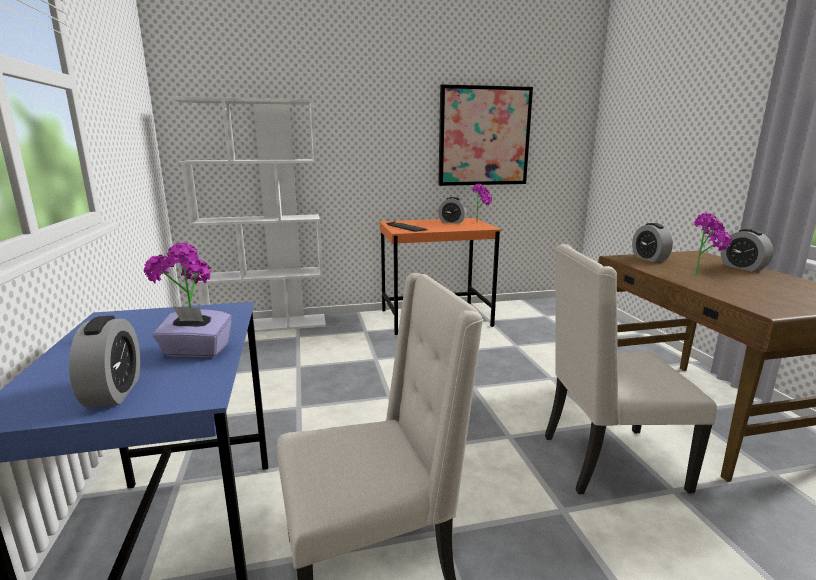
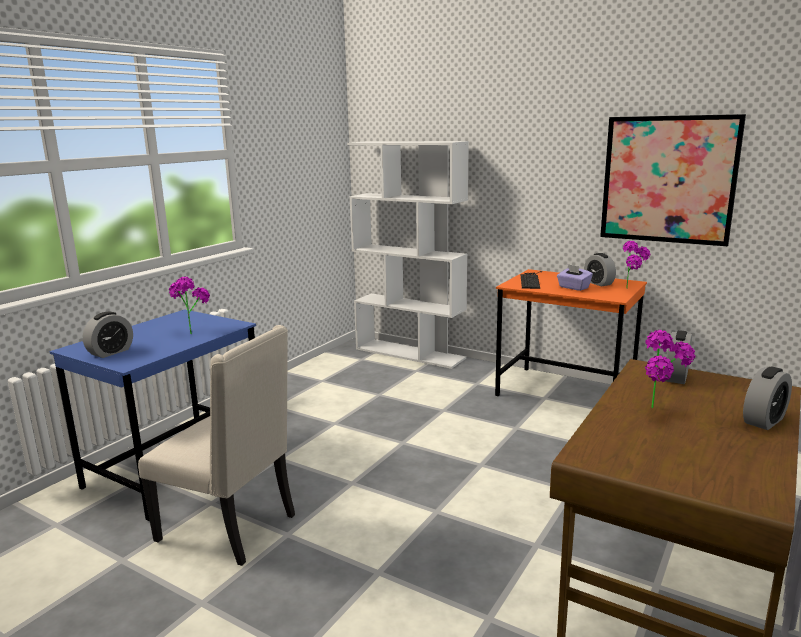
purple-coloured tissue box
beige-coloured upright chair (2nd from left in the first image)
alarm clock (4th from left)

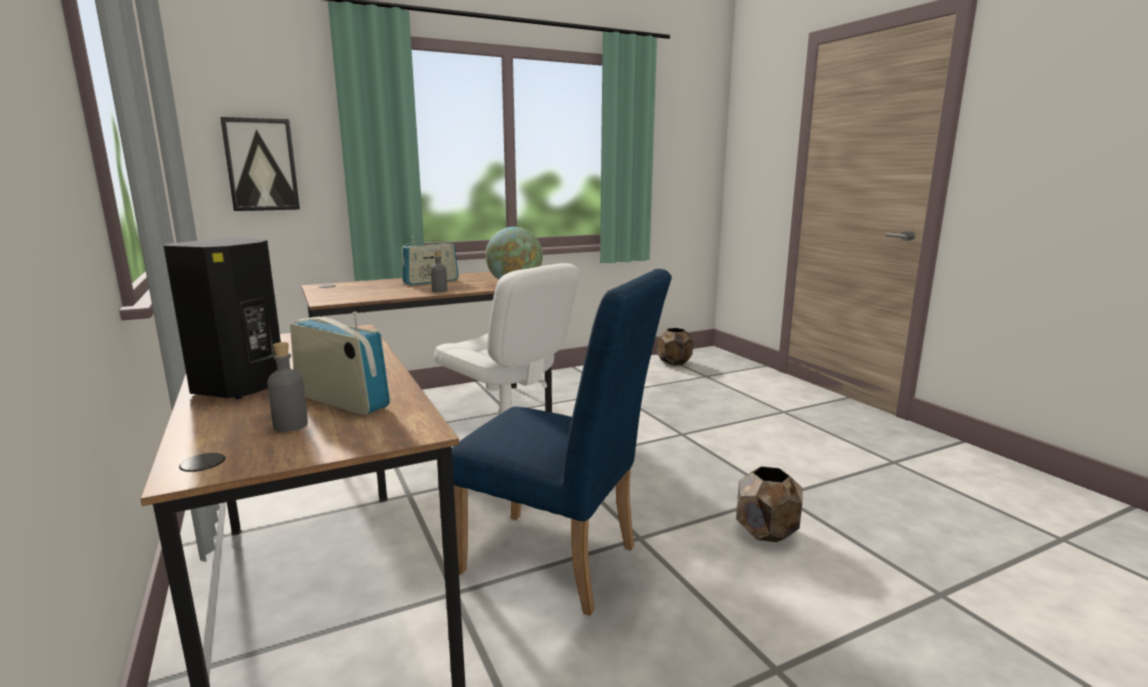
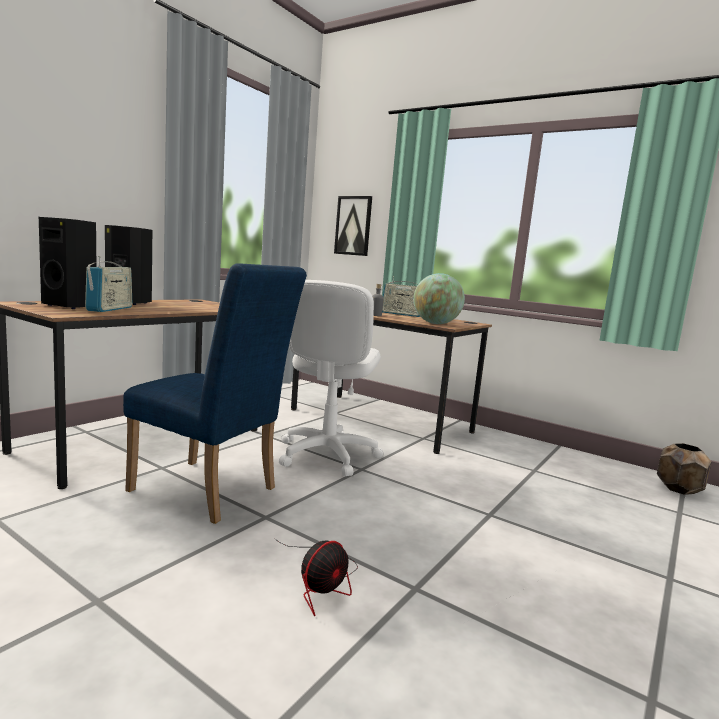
black speaker (1st from left)
blue upright chair
cooling fan

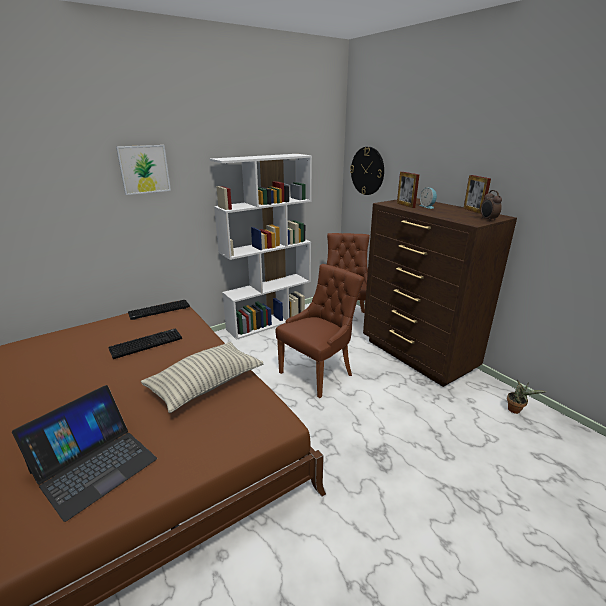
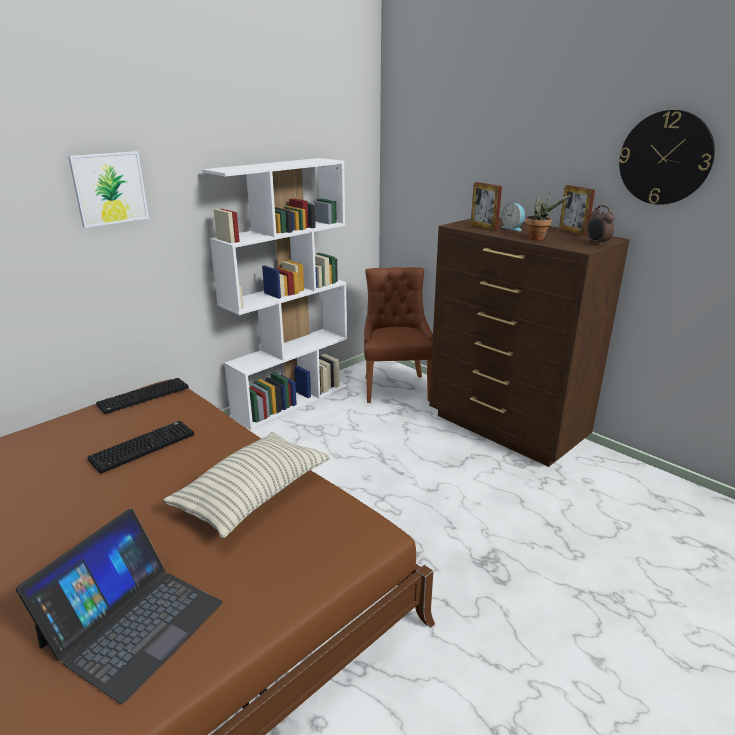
brown-coloured upright chair (1st from left in the first image)
hanging clock
houseplant

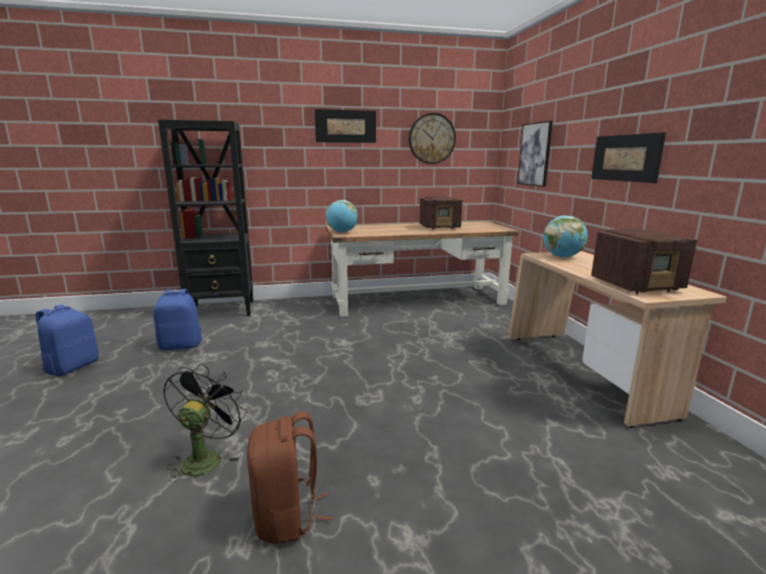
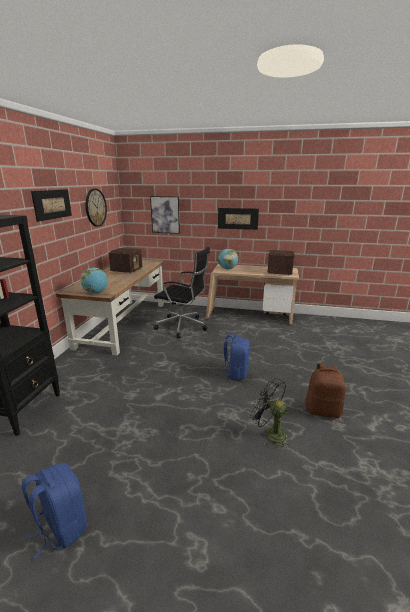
blue rucksack (2nd from left)
black desk chair

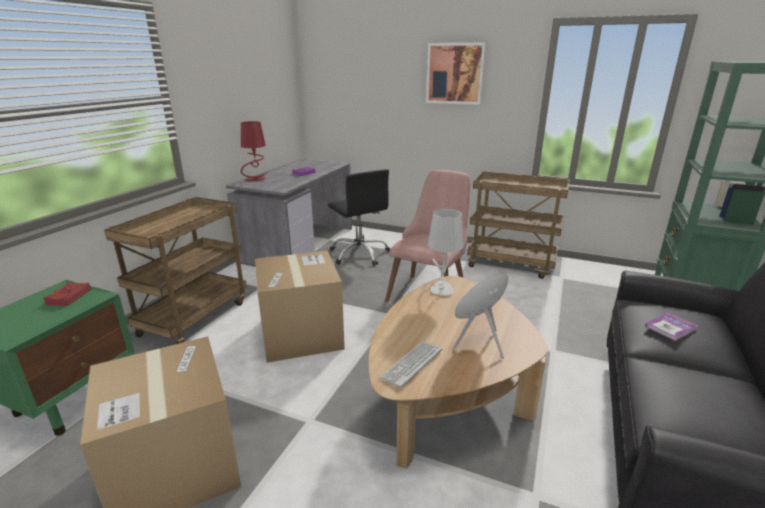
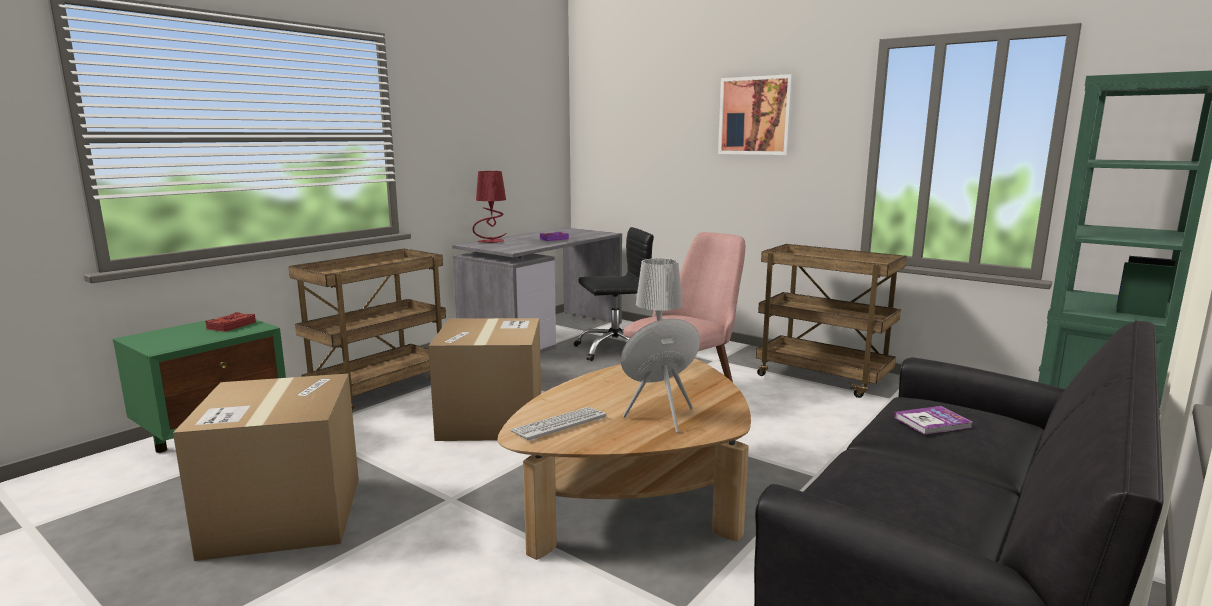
black desk chair

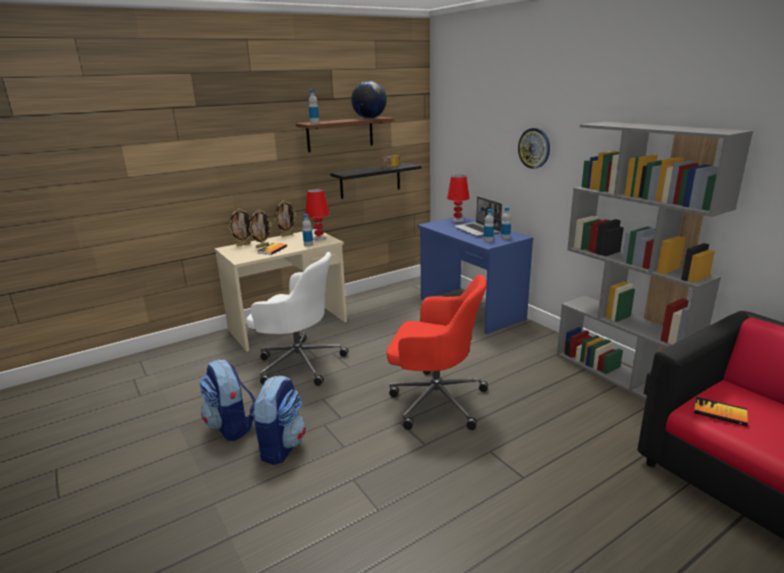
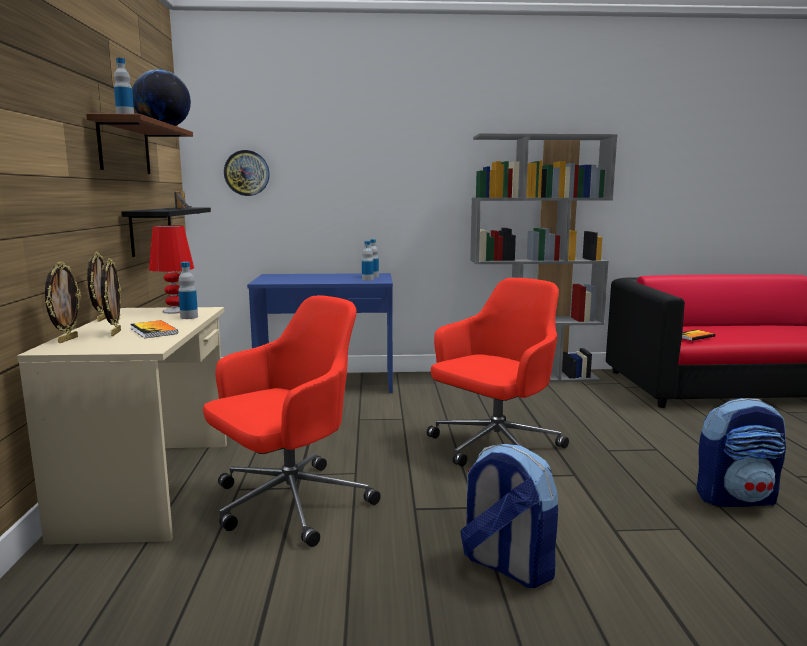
rucksack (2nd from left)
red-coloured desk chair (1st from left)
red-coloured lamp for a table (2nd from left in the first image)
portable computer
hanging clock

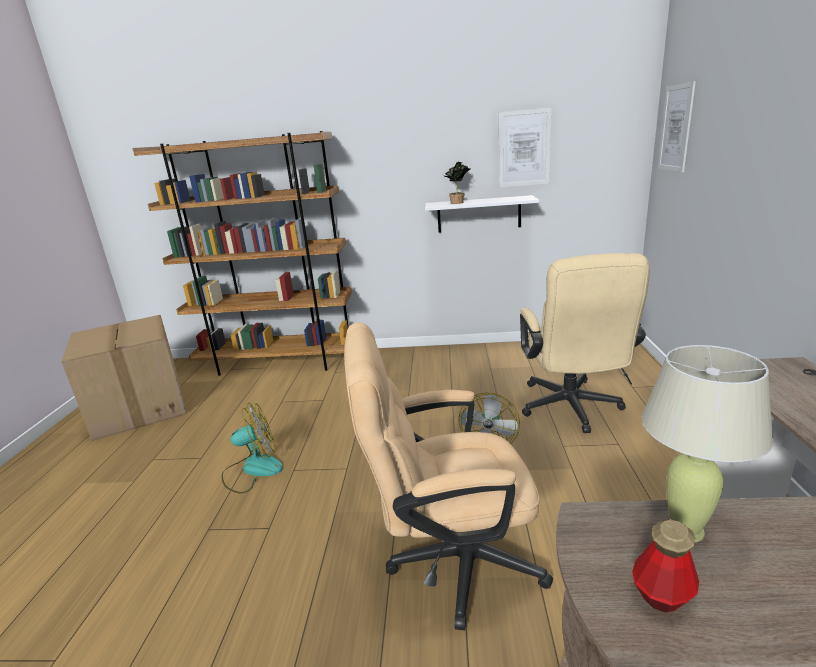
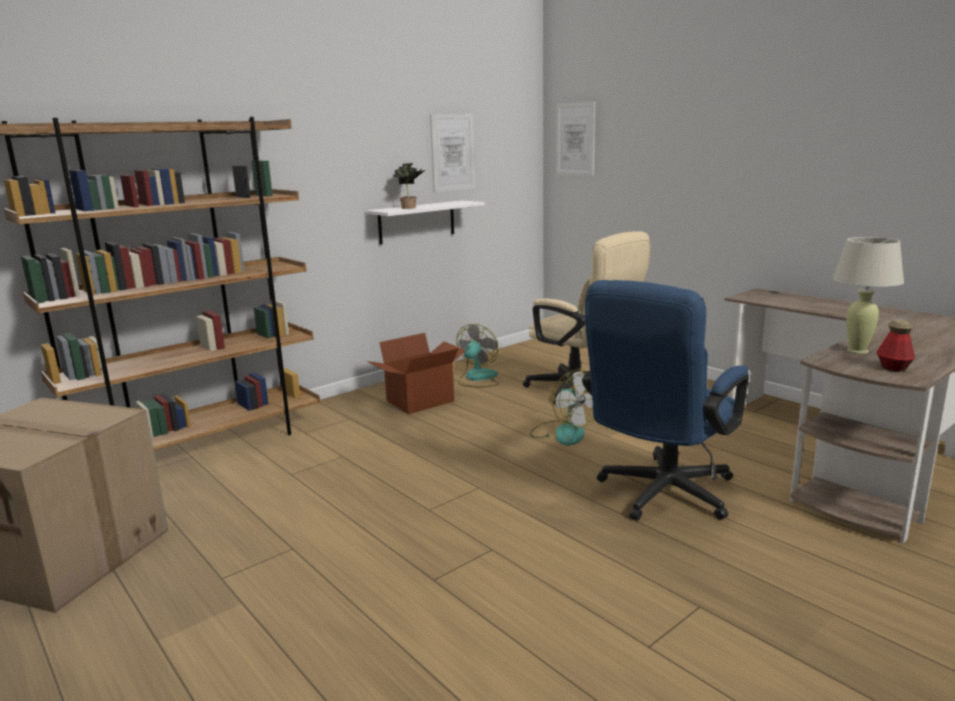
cooling fan (1st from left)
blue desk chair
cardboard box (2nd from left)

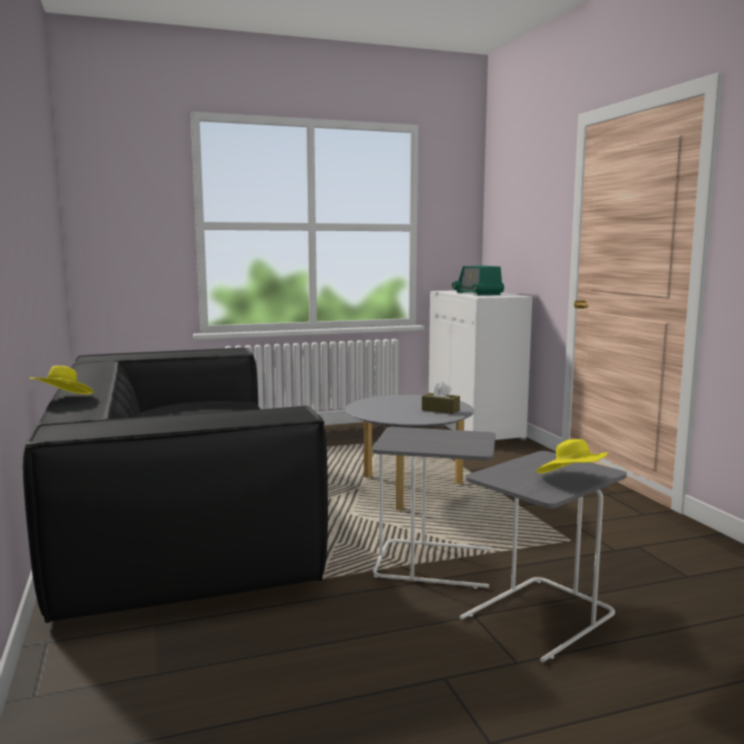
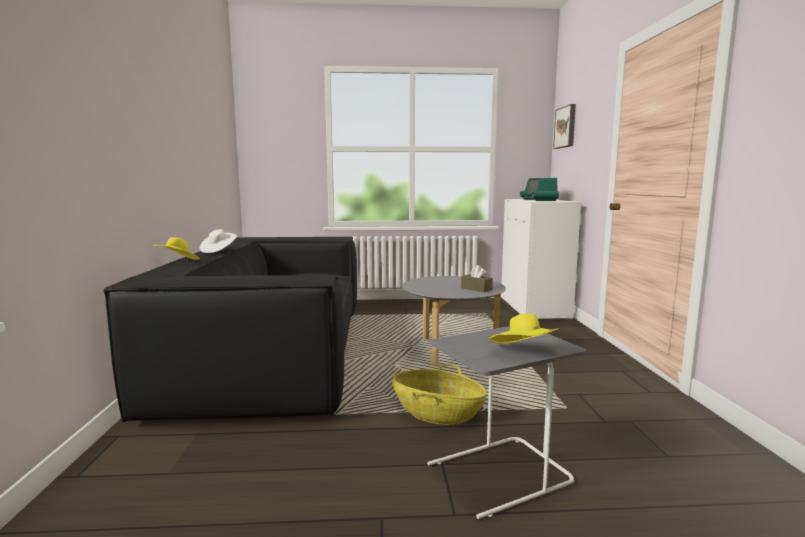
household basket
whitish hat
wall picture

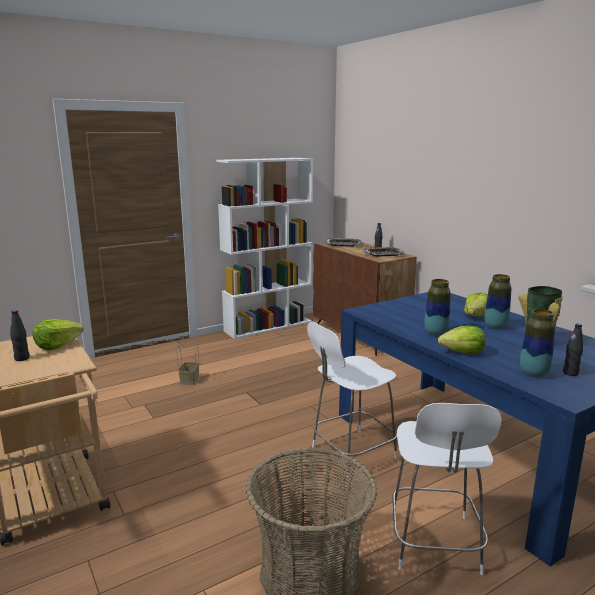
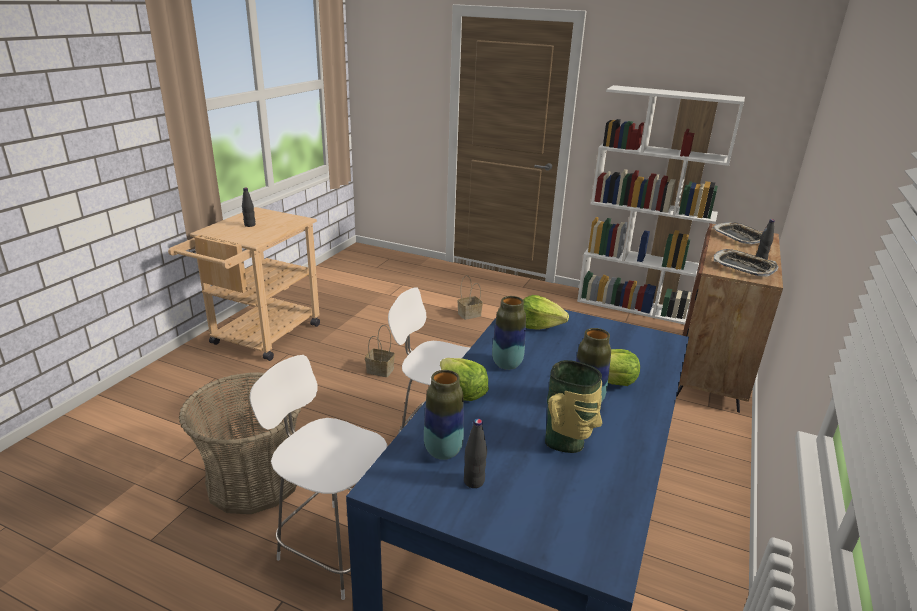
head of lettuce (2nd from left)
whitish upright chair (1st from left)
household basket (2nd from left)

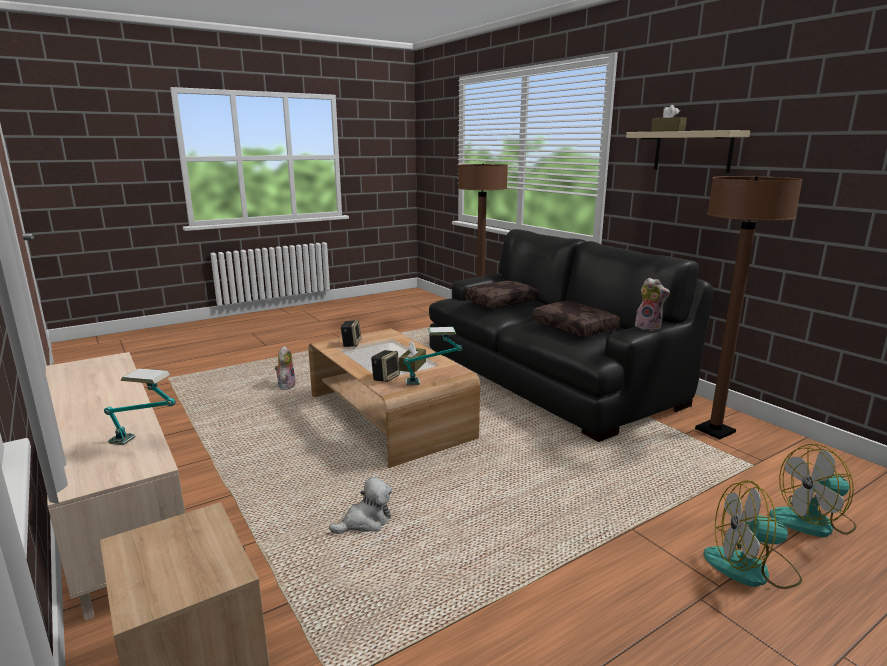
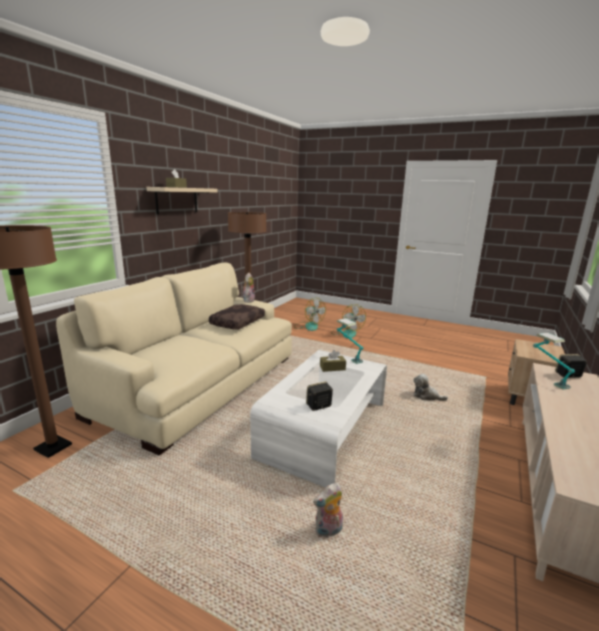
whitish low table
speaker (2nd from left)
beige-coloured settee
brown-coloured throw pillow (1st from left in the first image)

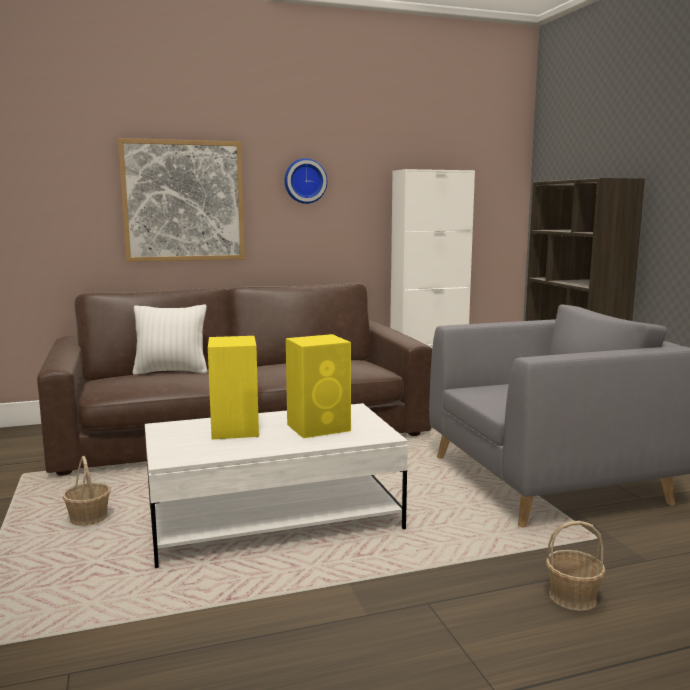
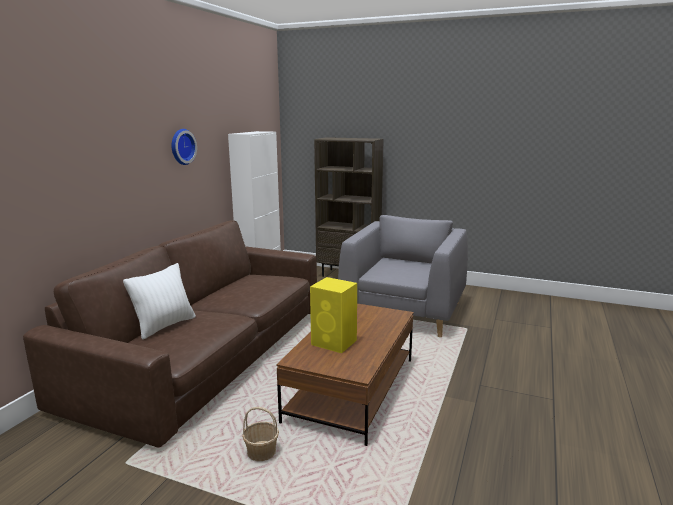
wall picture
brown-coloured low table
yellowish speaker (2nd from left in the first image)
household basket (2nd from left in the first image)

